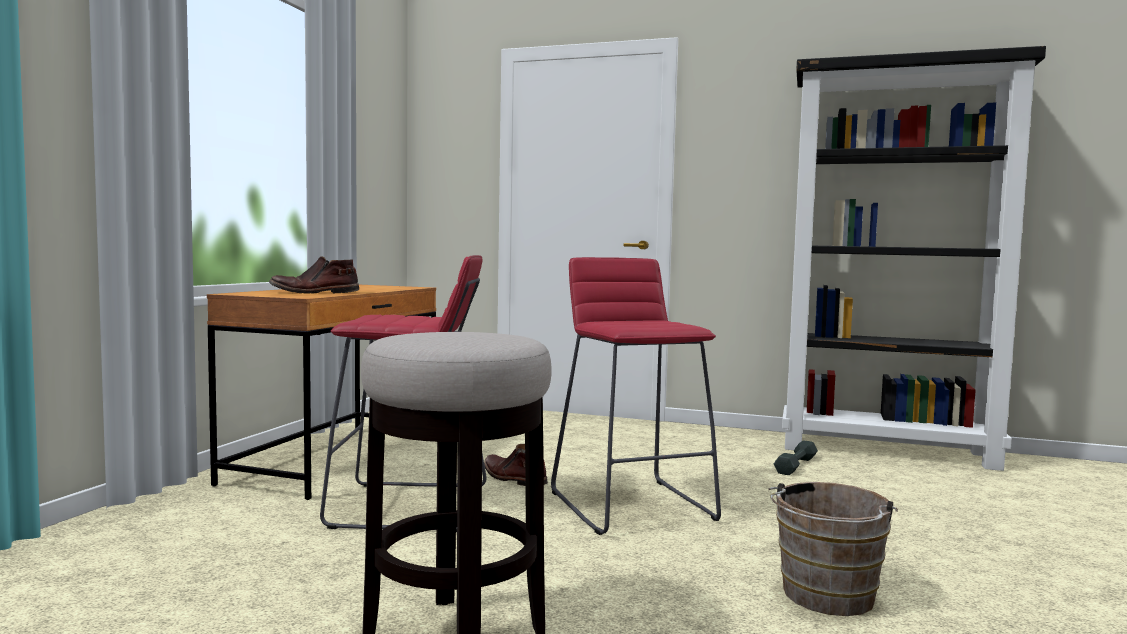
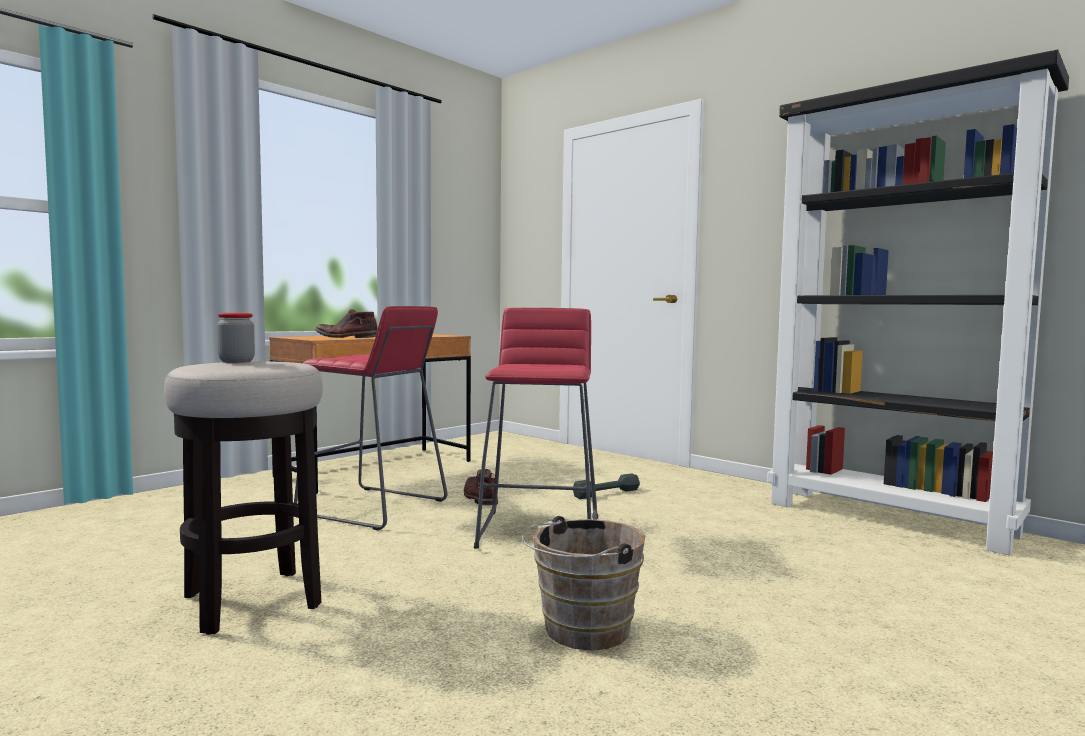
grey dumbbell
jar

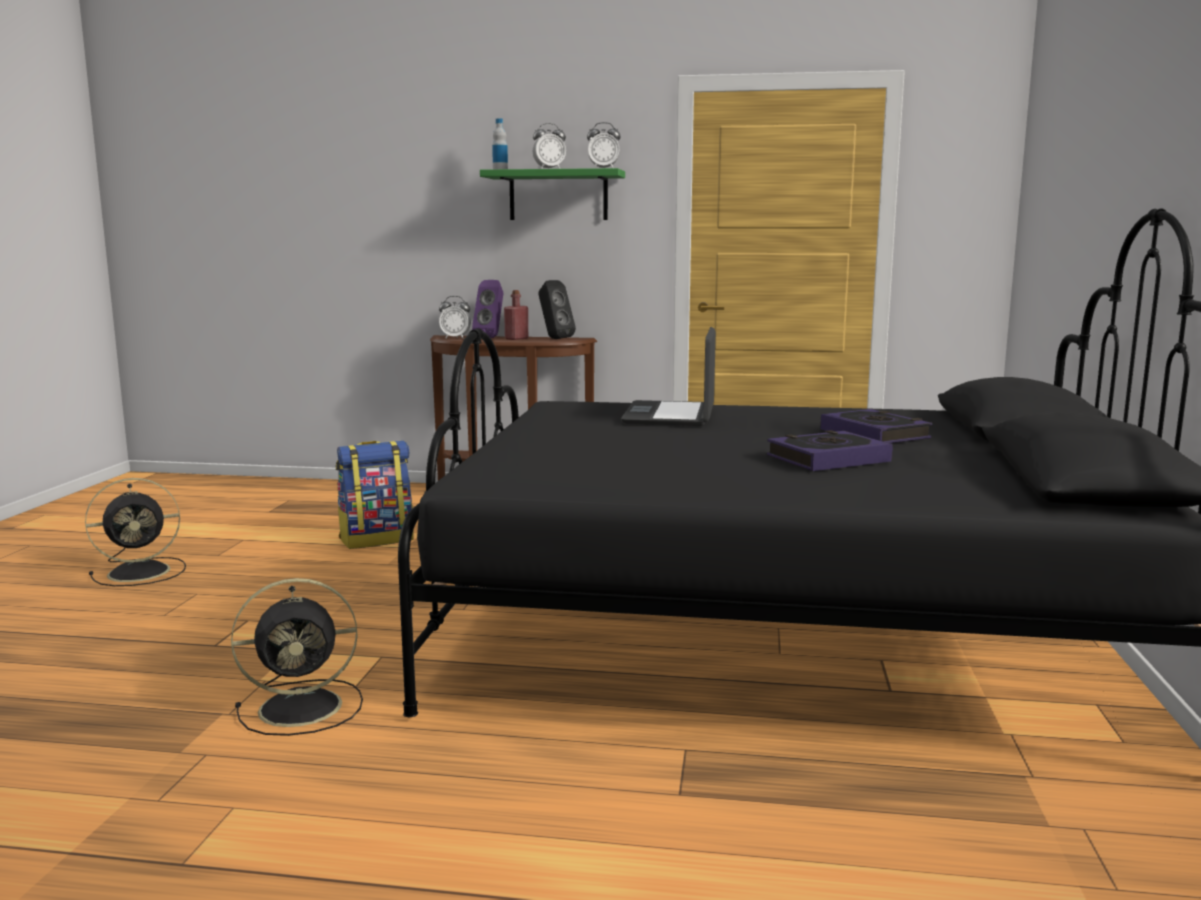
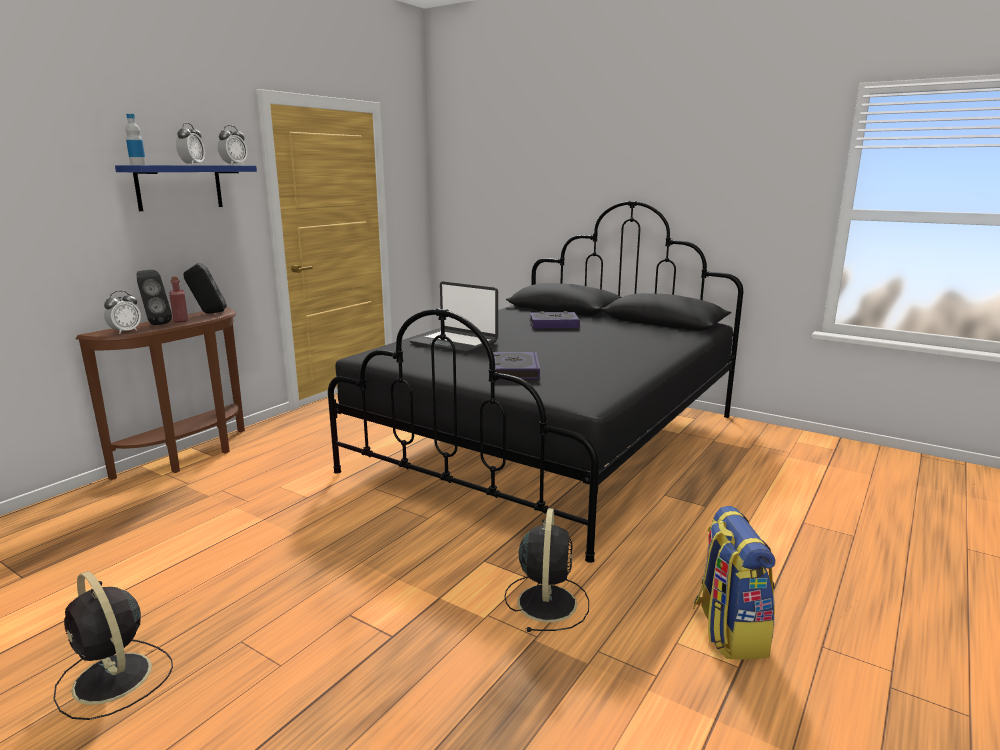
black cooling fan (1st from left)
rucksack
black speaker (1st from left)
blue wall shelf
bound book (1st from left)

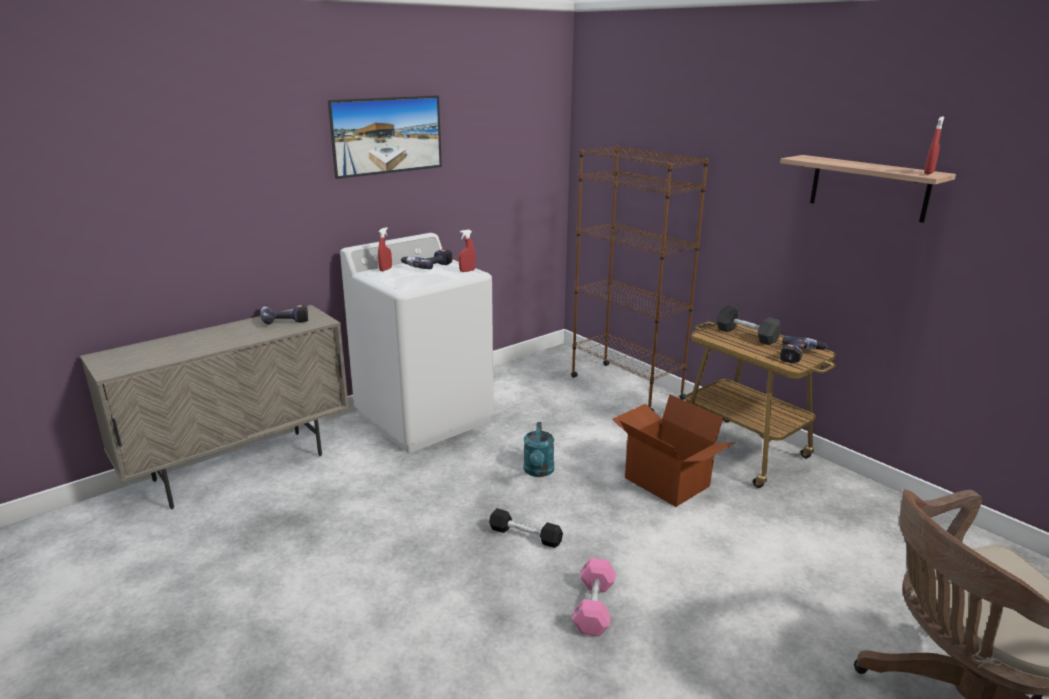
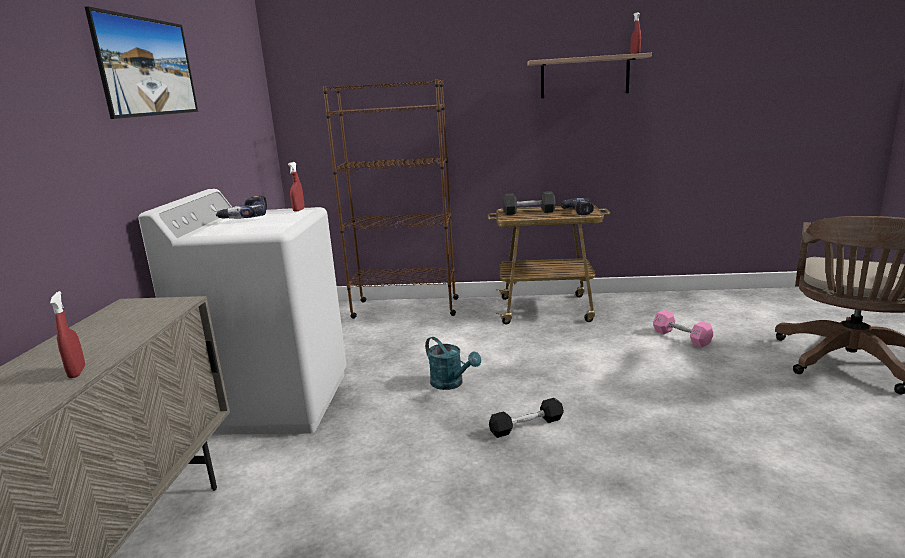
power drill (1st from left in the first image)
red-coloured hand sprayer (1st from left)
pink dumbbell
cardboard box

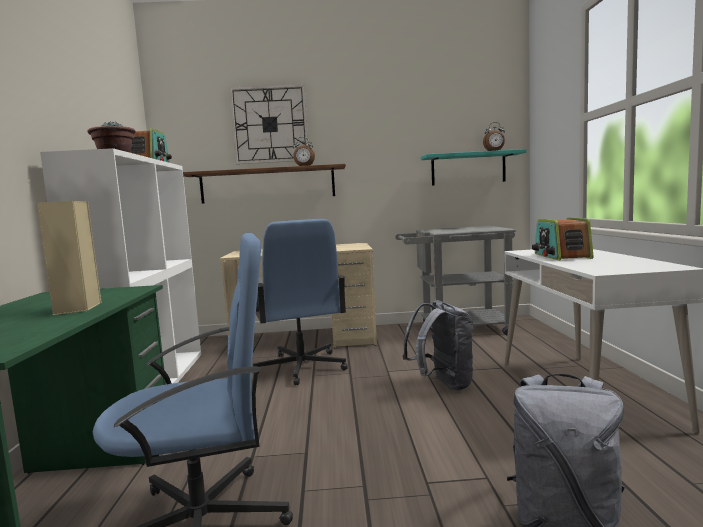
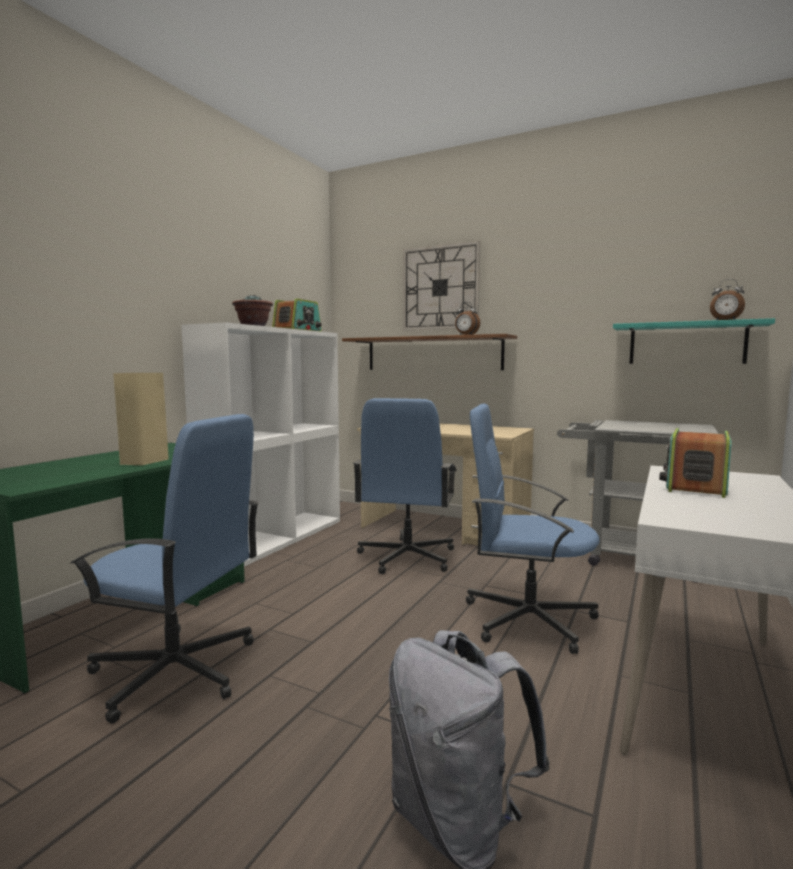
blue desk chair (3rd from left)

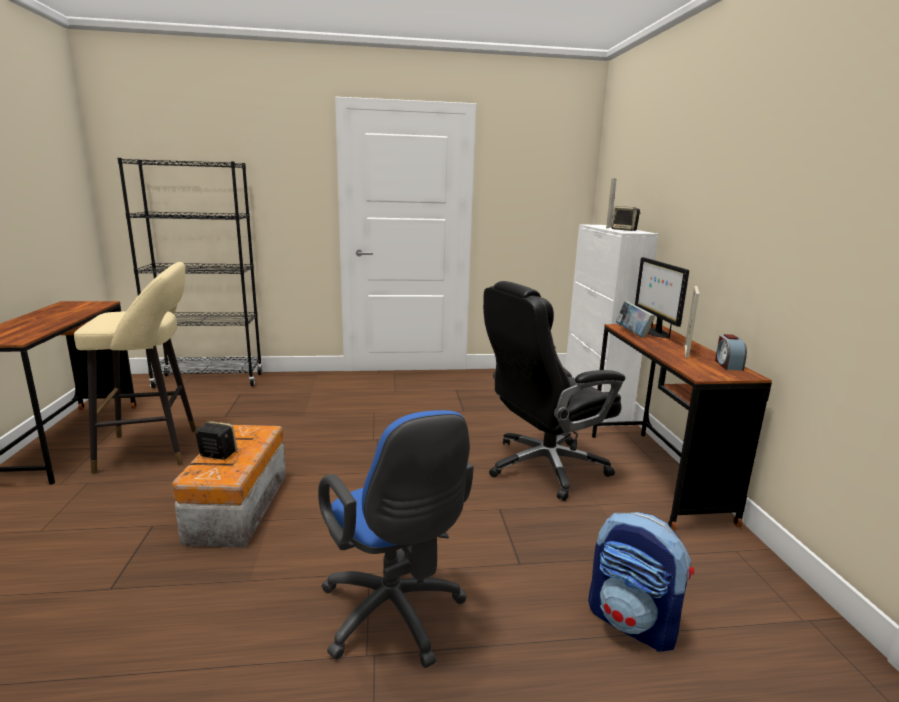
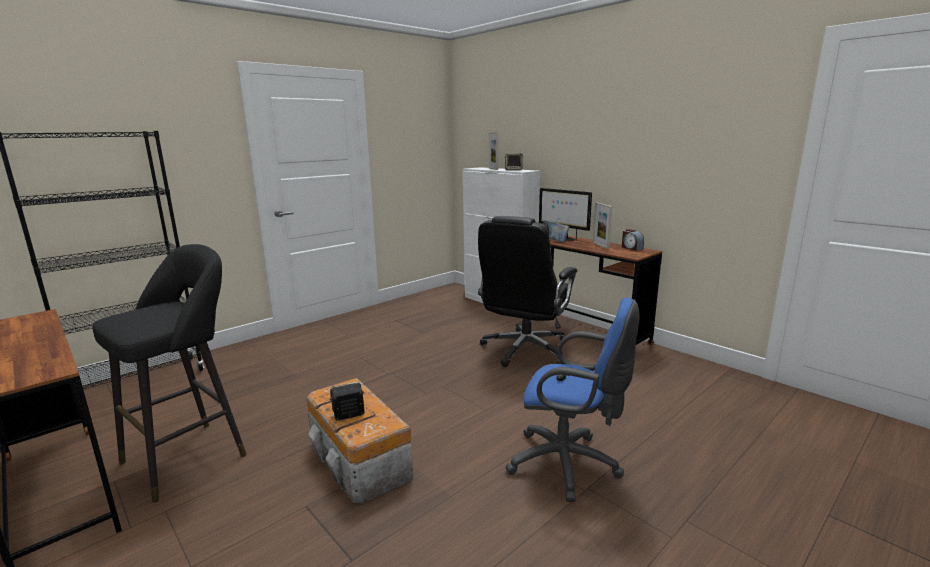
black stool
rucksack

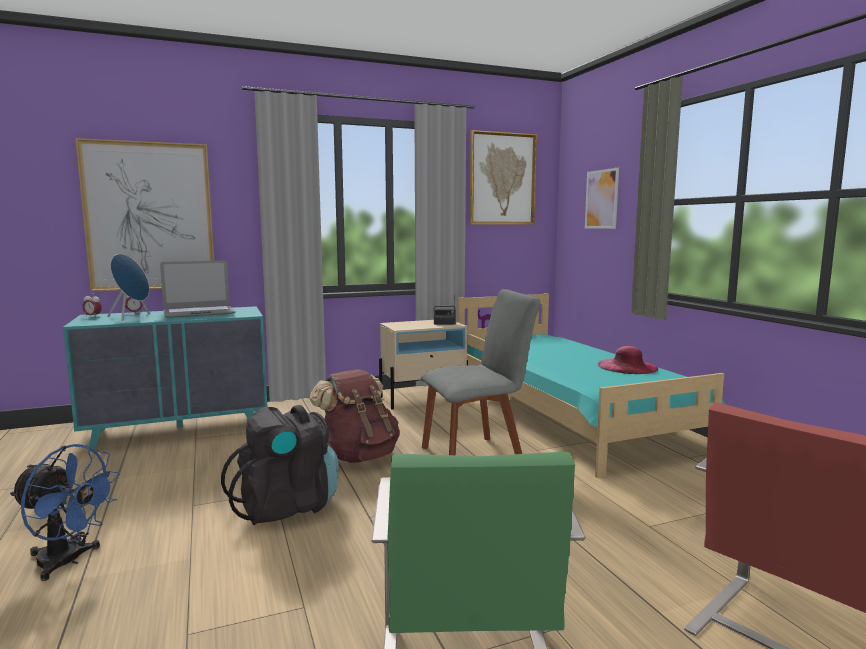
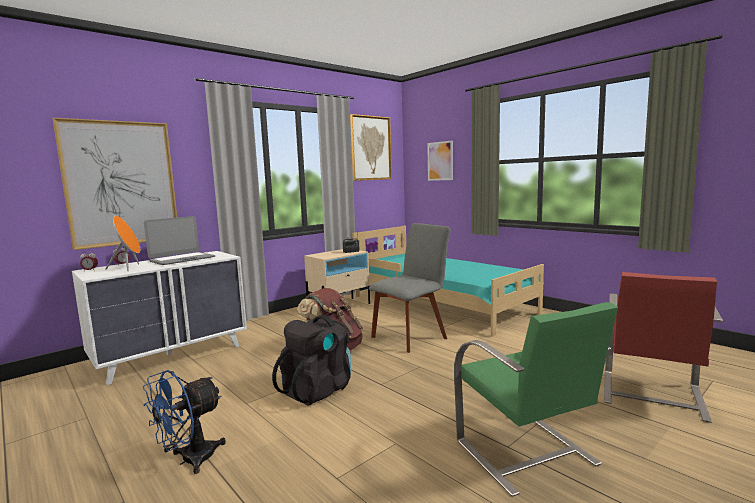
blue cooling fan
whitish drawer chest
orange-coloured speaker
pink hat

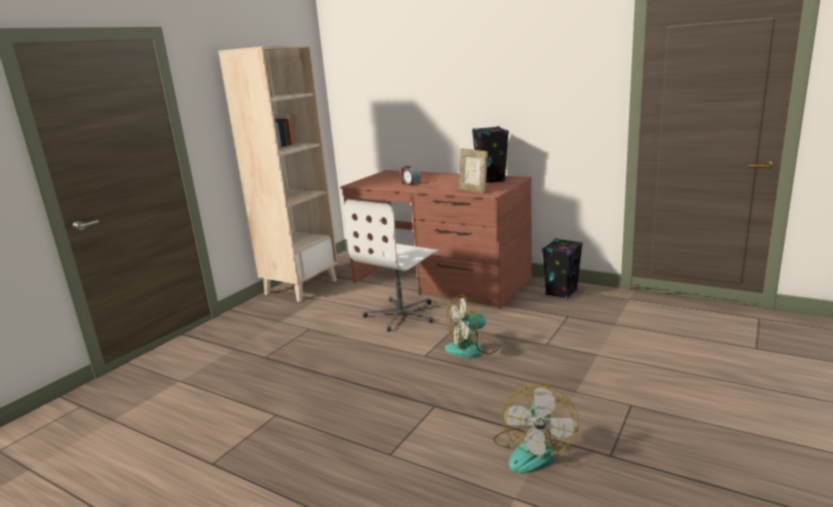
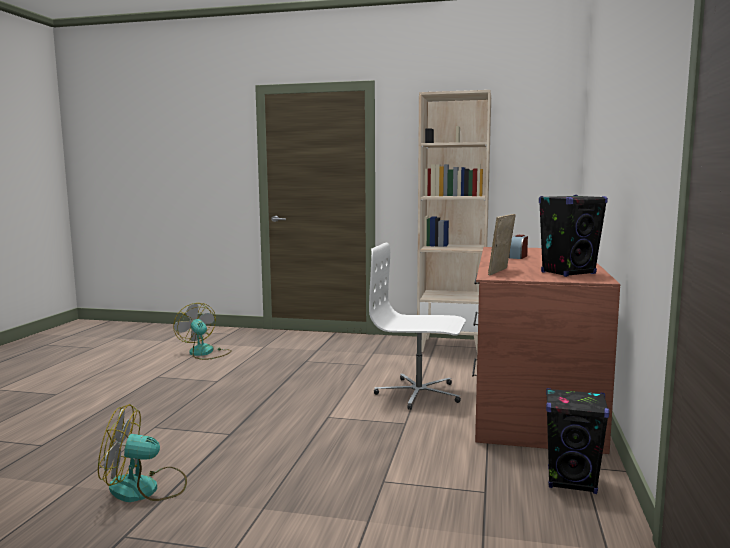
cooling fan (2nd from left)

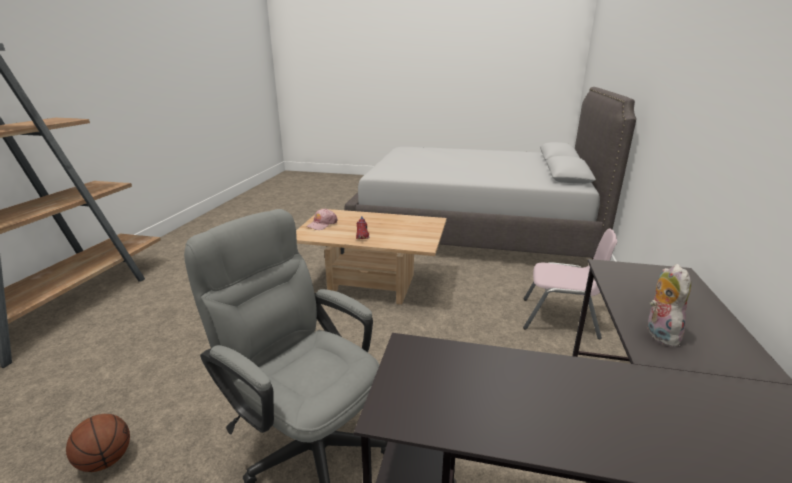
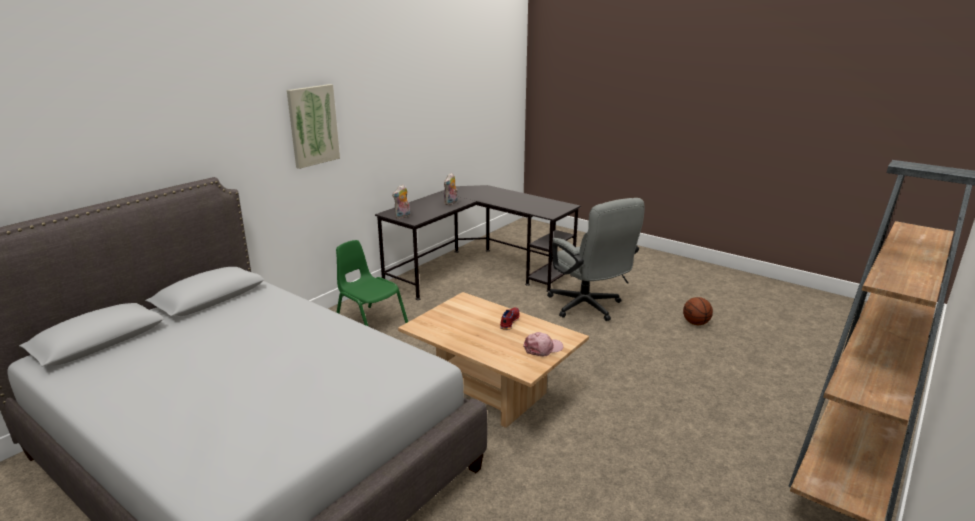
green upright chair
wall picture
cuddly toy (1st from left)

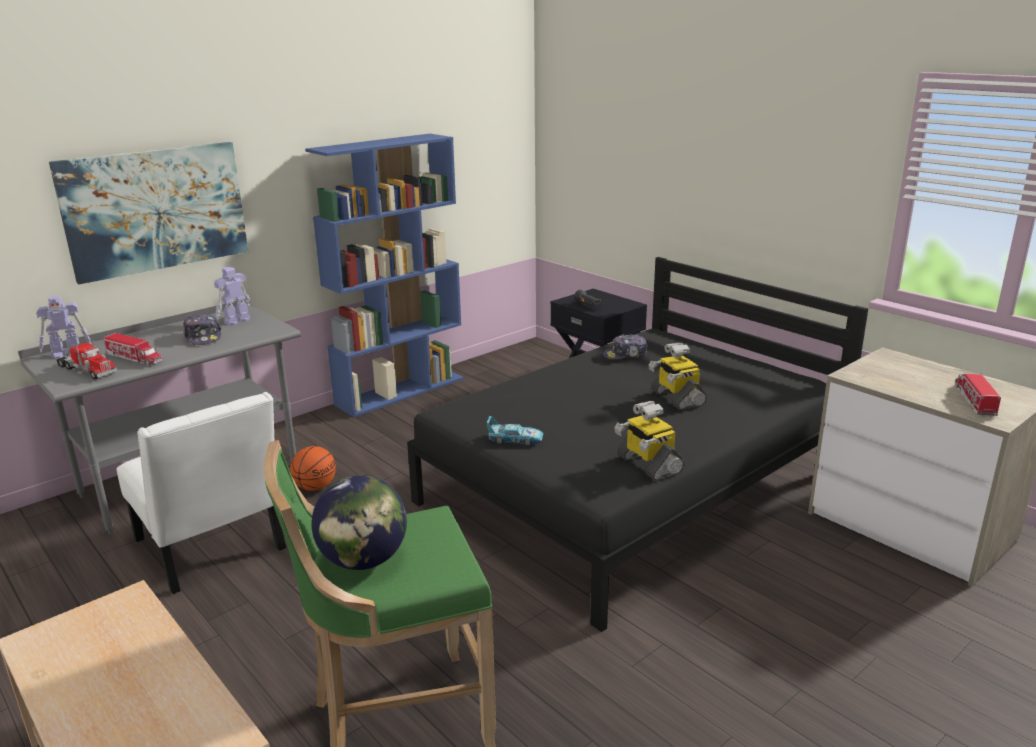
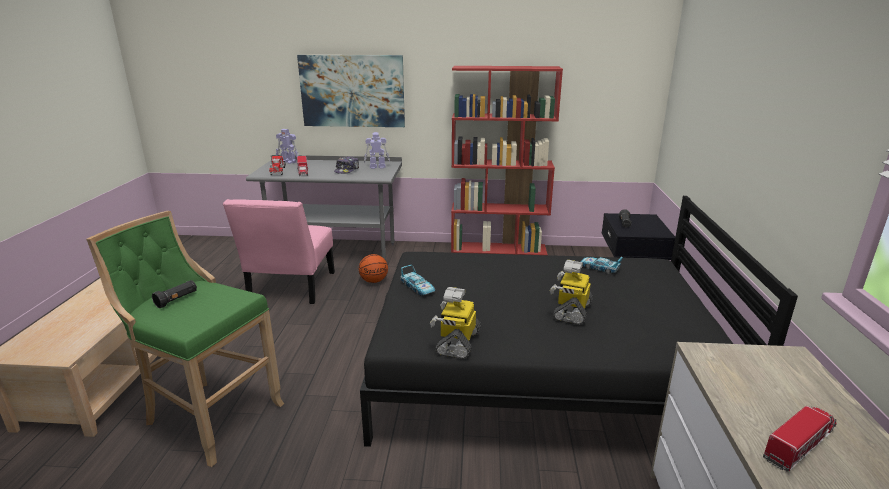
pink upright chair
red-coloured bookshelf
black torch (1st from left)
toy car (2nd from left)

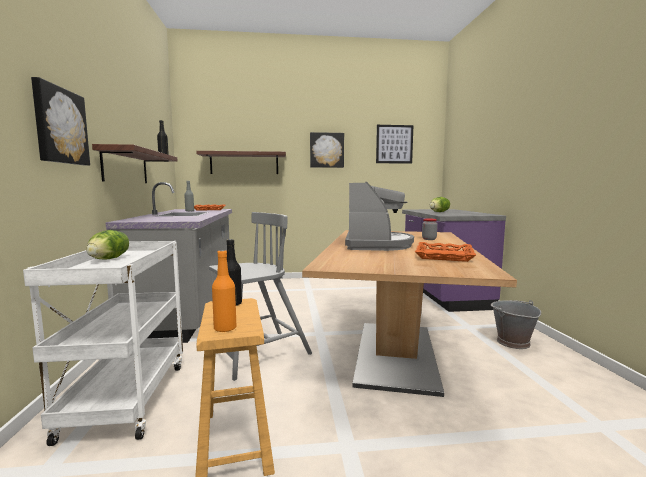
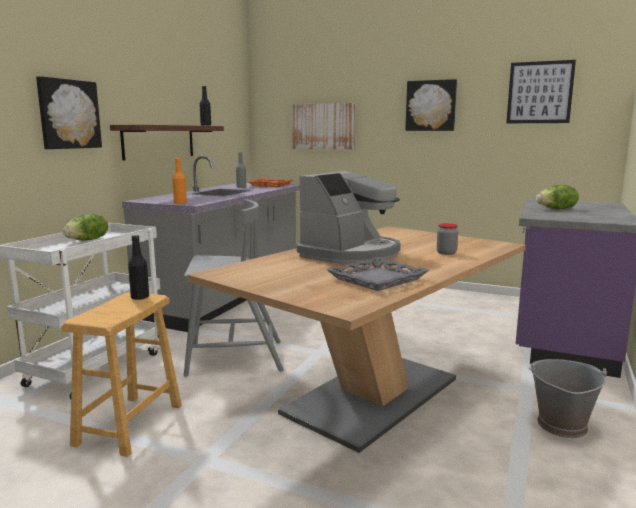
wall picture (2nd from left)
orange-coloured drink bottle
grey serving tray

